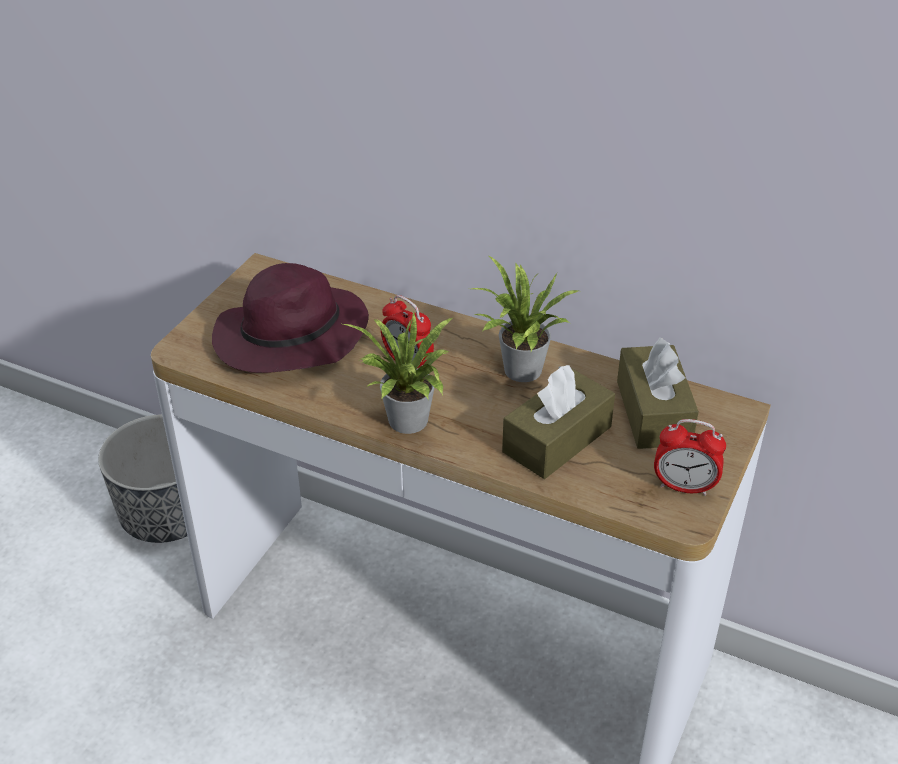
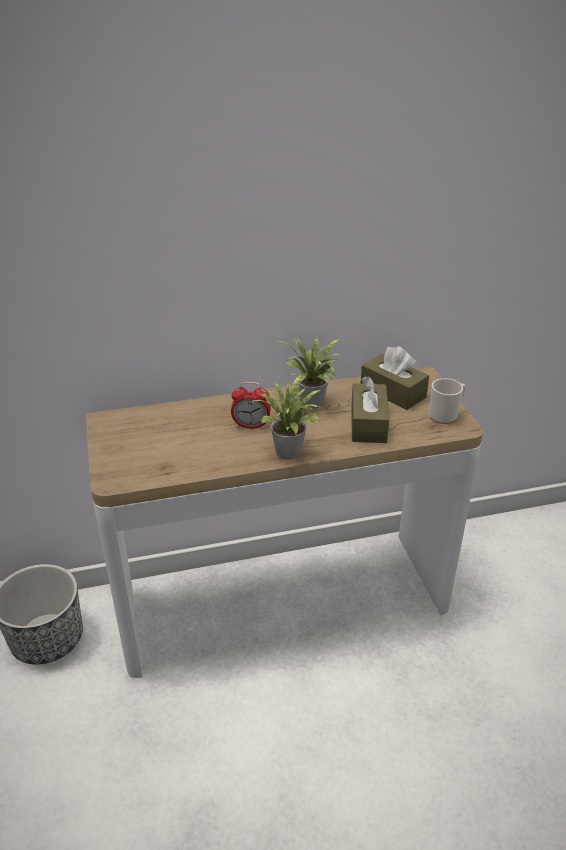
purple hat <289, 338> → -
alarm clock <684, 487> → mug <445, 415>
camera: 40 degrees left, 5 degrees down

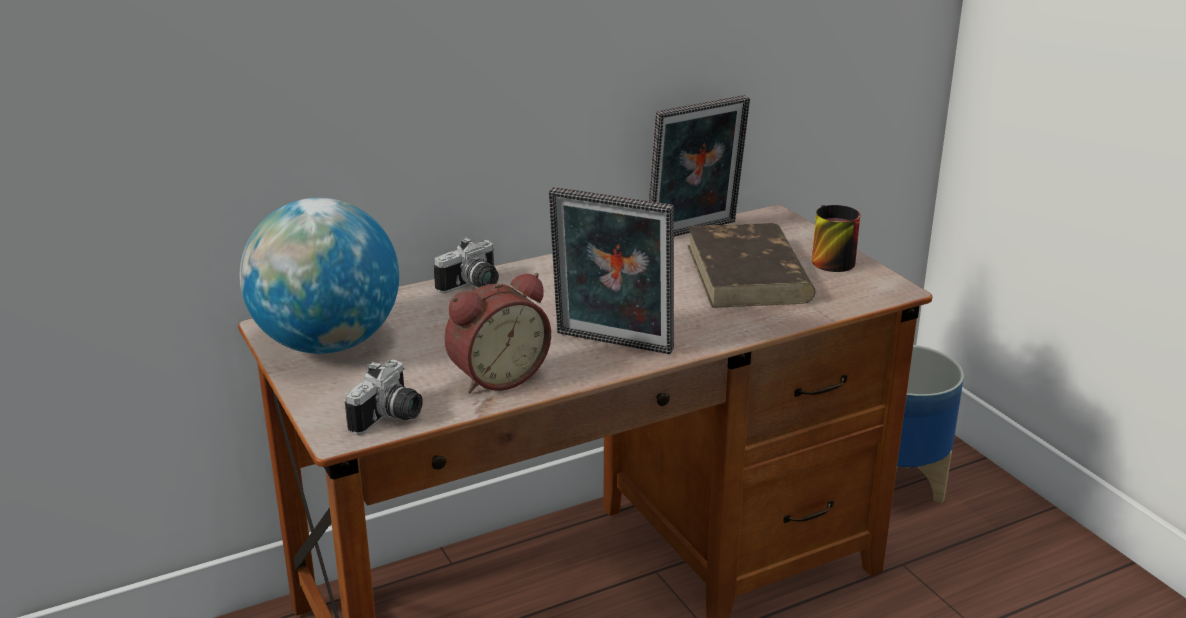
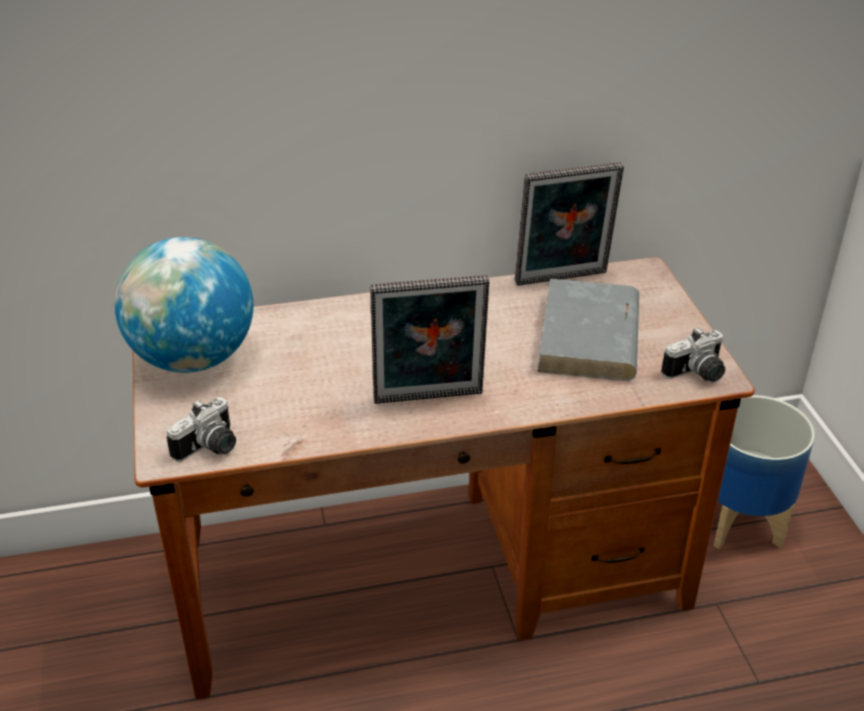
alarm clock <496, 376> → -
mug <826, 259> → -
photo camera <473, 286> → photo camera <697, 374>, shifted
brown book <748, 274> → grey book <589, 337>
picture frame <611, 345> → picture frame <429, 400>, 45 degrees counterclockwise
camera: 15 degrees right, 10 degrees up

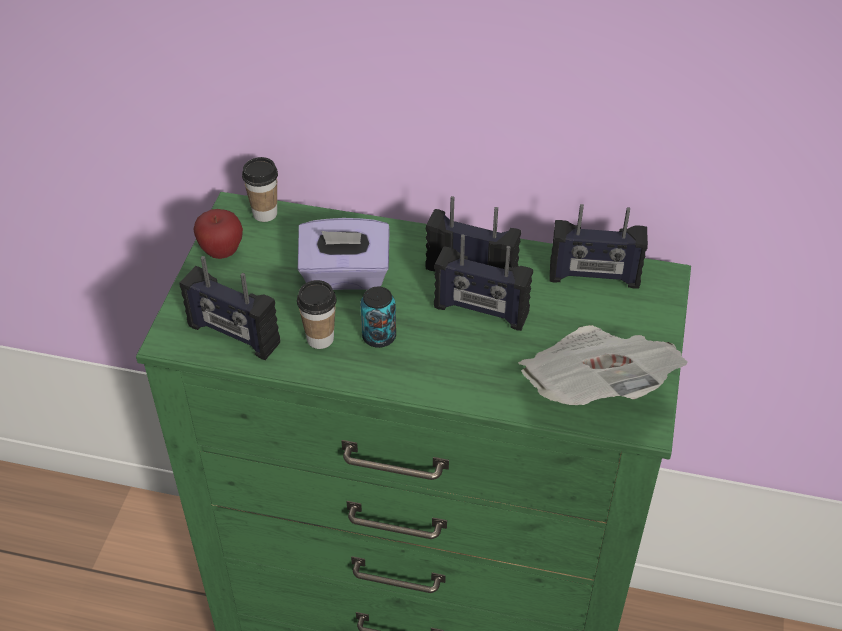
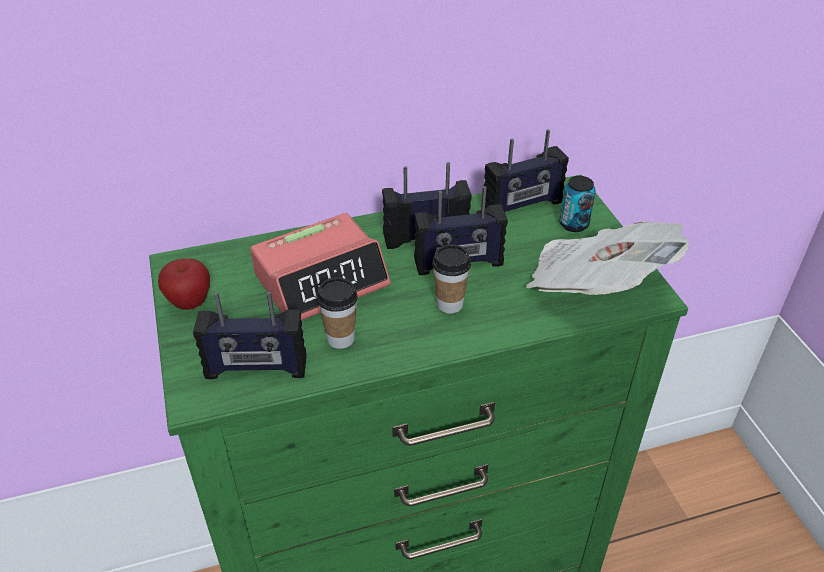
cup <265, 213> → cup <449, 304>, shifted
can <379, 336> → can <573, 224>, shifted
purple tissue box <345, 276> → alarm clock <322, 279>
camera: 30 degrees left, 5 degrees down

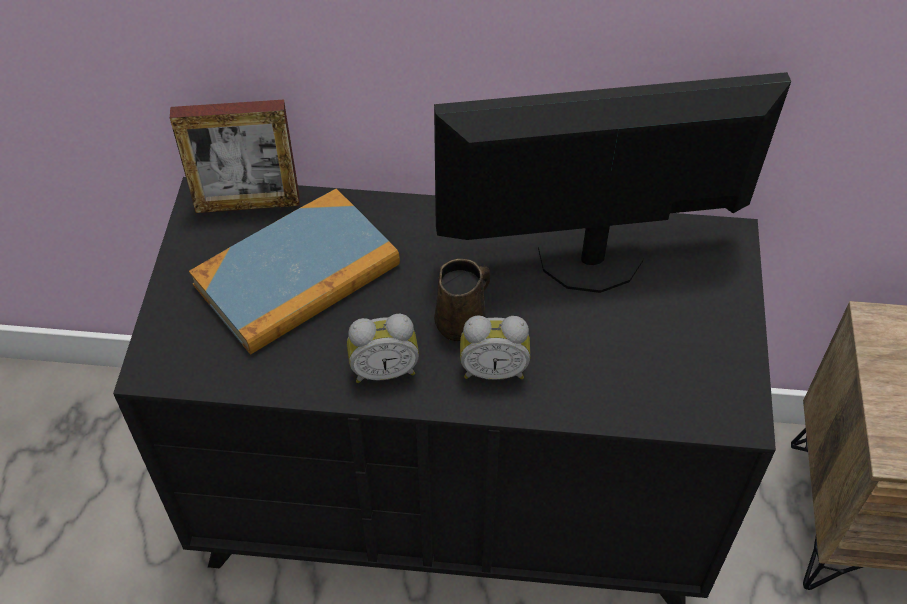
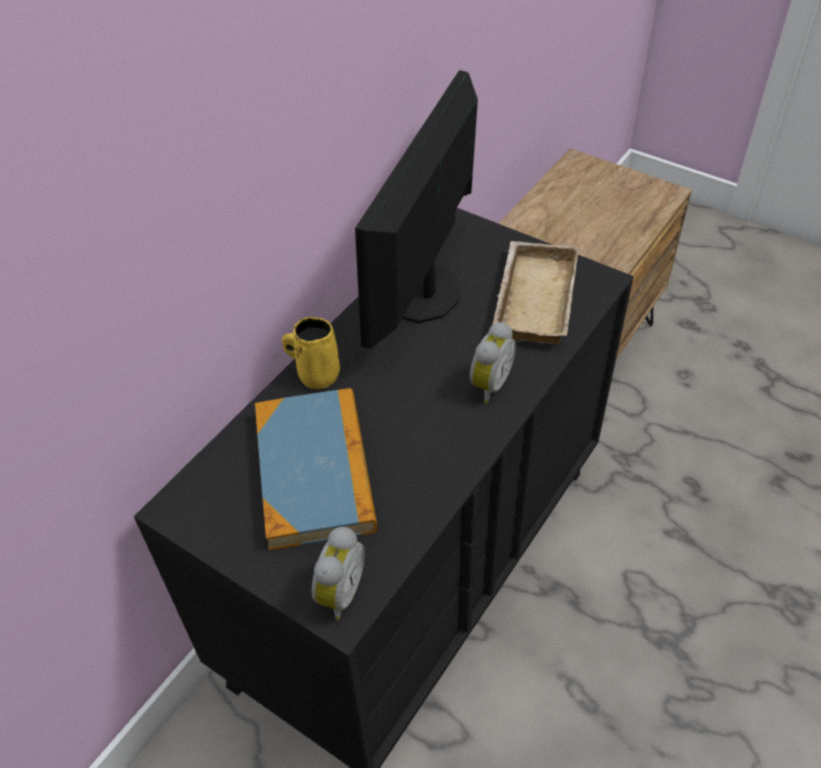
picture frame <247, 204> → -
brown mug <462, 322> → -
- → yellow mug <316, 374>
- → beige tray <531, 297>
alarm clock <384, 369> → alarm clock <338, 592>, shifted
camera: 60 degrees left, 5 degrees down

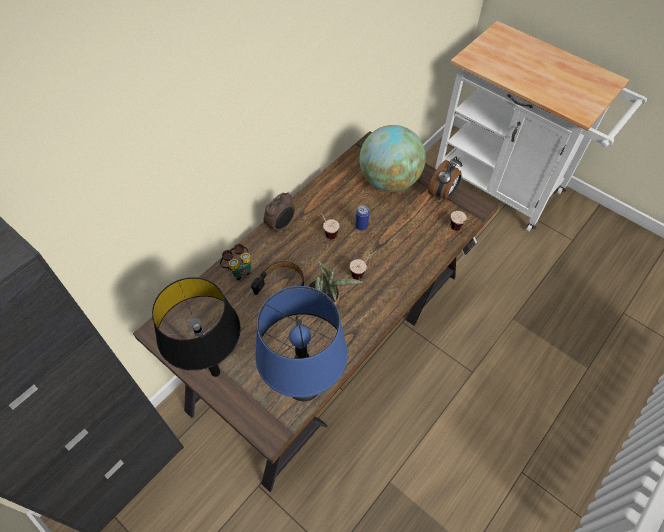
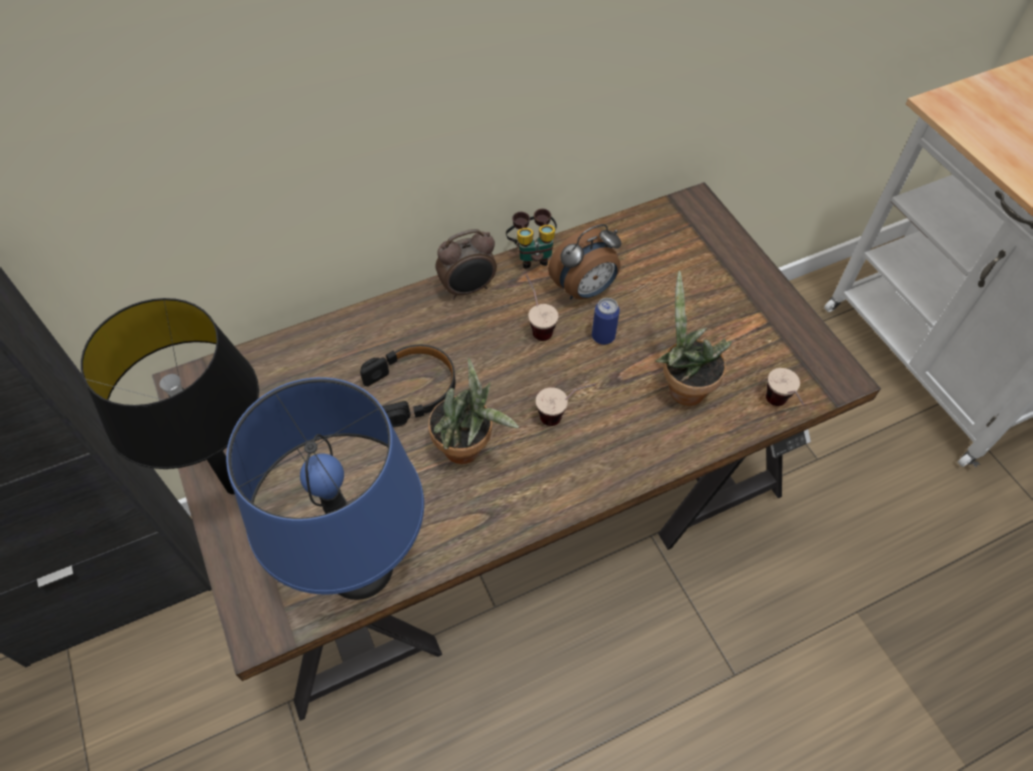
globe <389, 181> → -
- → potted plant <682, 387>
binoculars <239, 270> → binoculars <532, 255>, shifted
alarm clock <442, 193> → alarm clock <585, 290>, shifted
camera: 25 degrees right, 0 degrees up

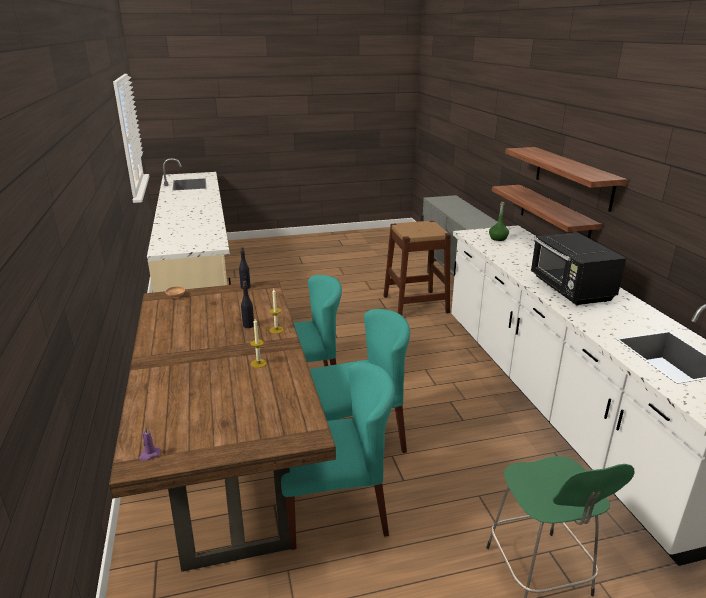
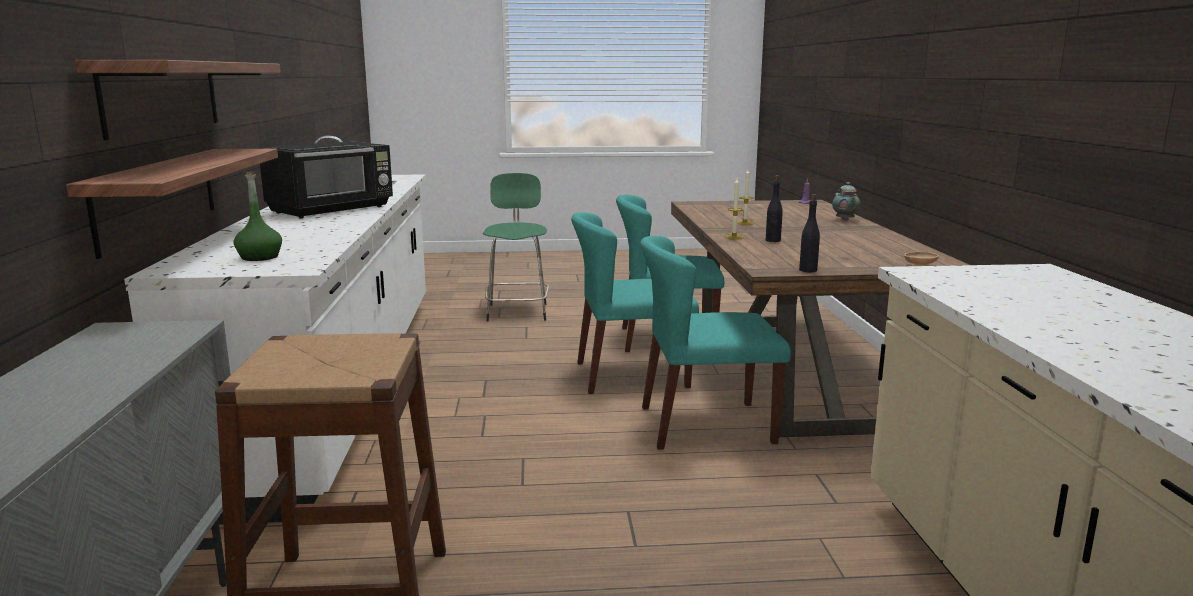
- → teapot <844, 220>
black microwave <570, 290> → black microwave <332, 210>, 45 degrees clockwise
camera: 170 degrees left, 10 degrees down

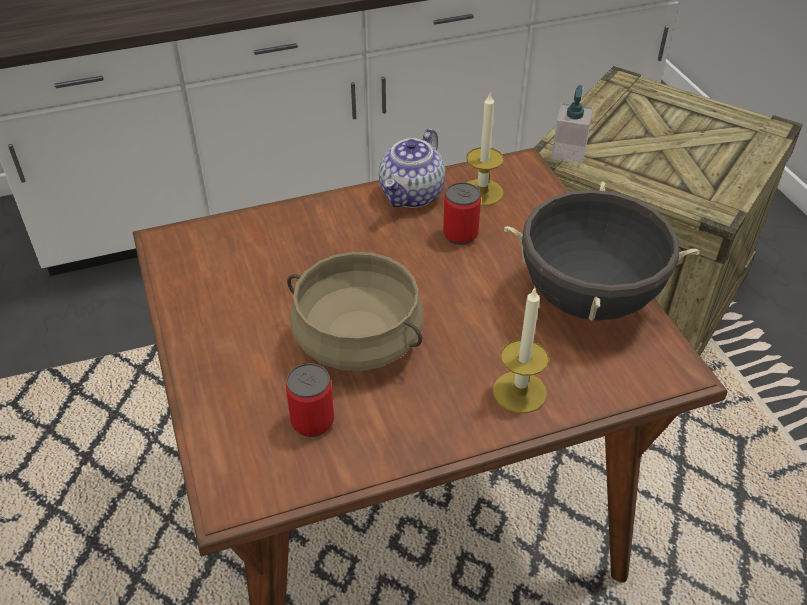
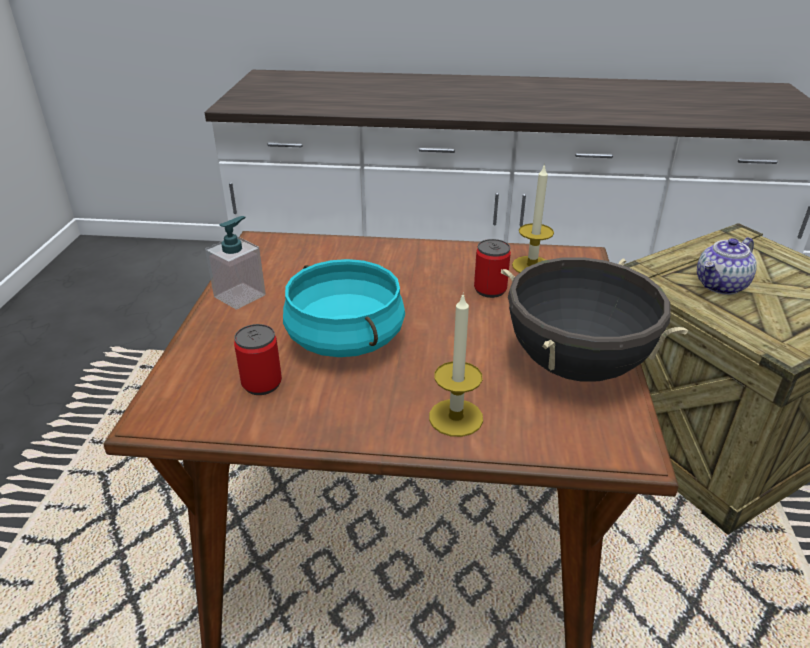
teapot <412, 195> → teapot <721, 286>, shifted
soap dispenser <568, 153> → soap dispenser <240, 296>, shifted
beige cooking pot <357, 340> → turquoise cooking pot <344, 339>
camera: 25 degrees right, 10 degrees down

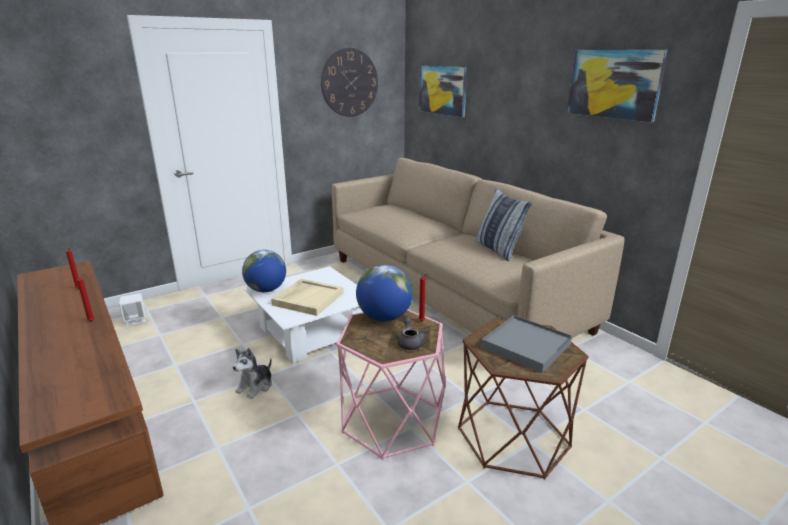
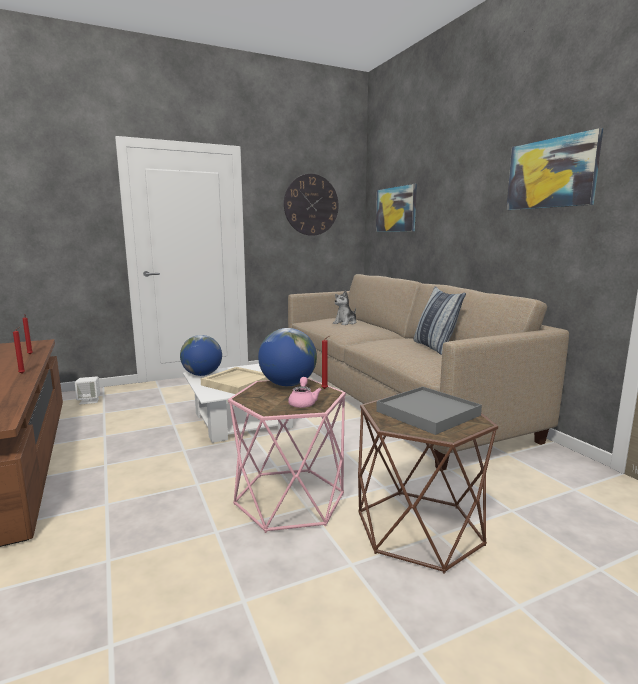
plush toy <256, 386> → plush toy <345, 323>, shifted
grey teapot <410, 342> → pink teapot <303, 403>
camera: 10 degrees right, 10 degrees down

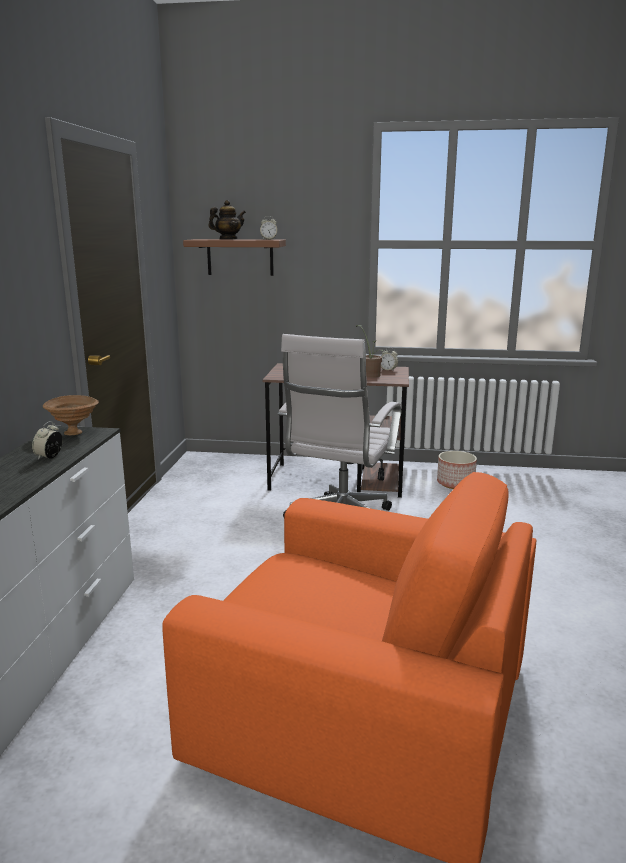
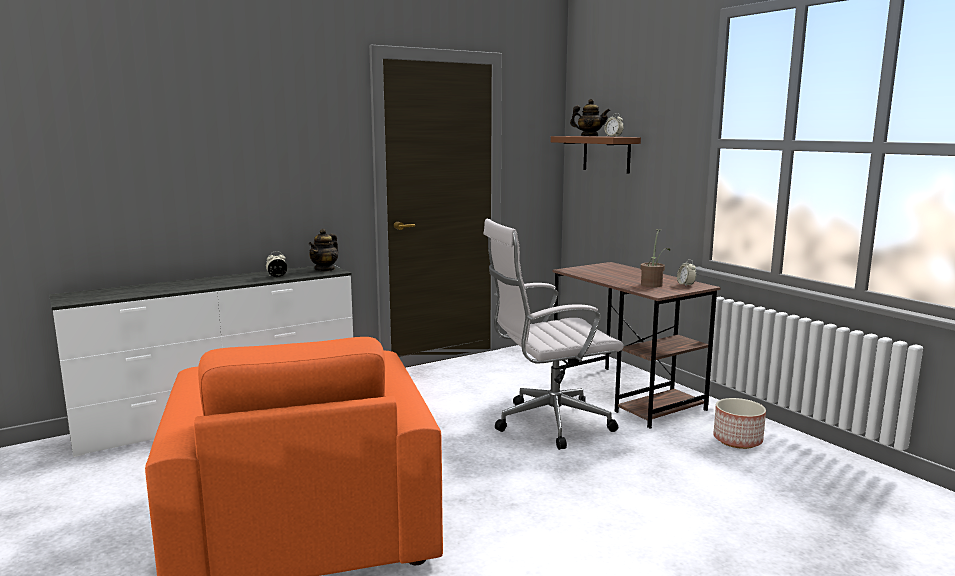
brown bowl <75, 433> → teapot <325, 269>
camera: 50 degrees right, 5 degrees down

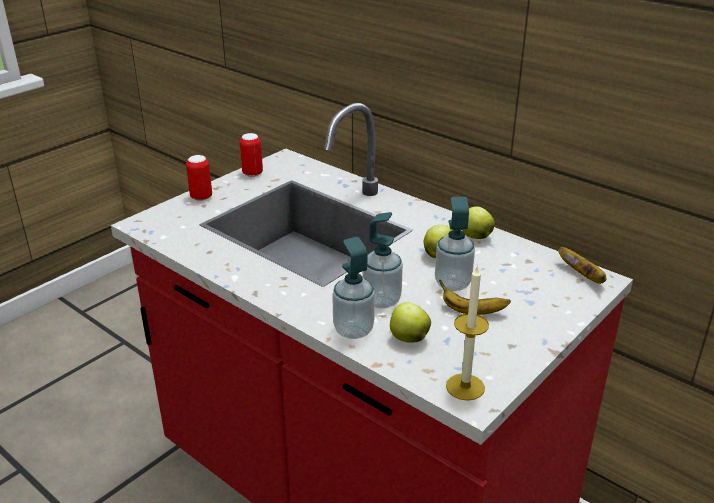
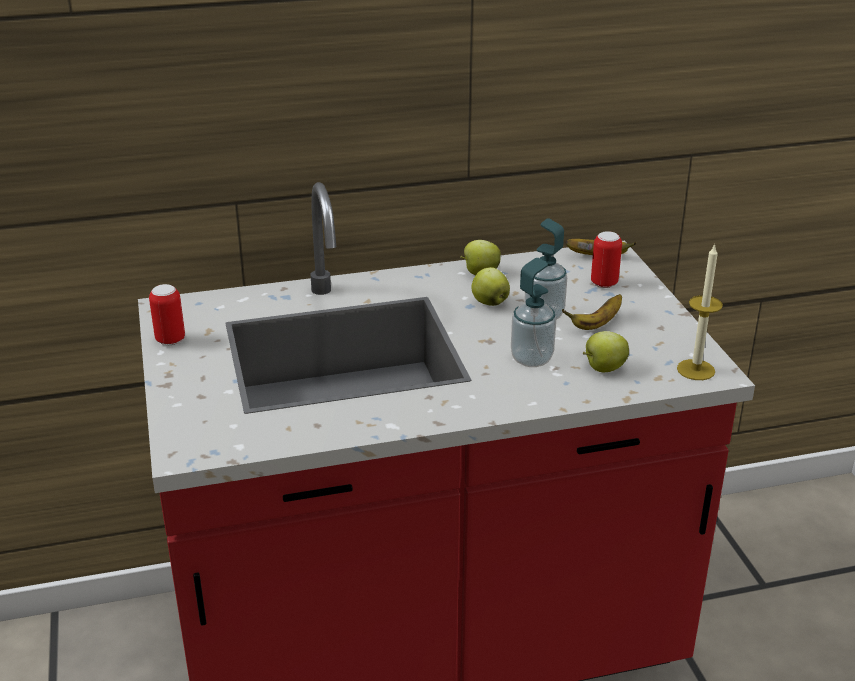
soap dispenser <353, 330> → -
can <201, 197> → can <604, 283>, shifted
camera: 55 degrees left, 0 degrees up

